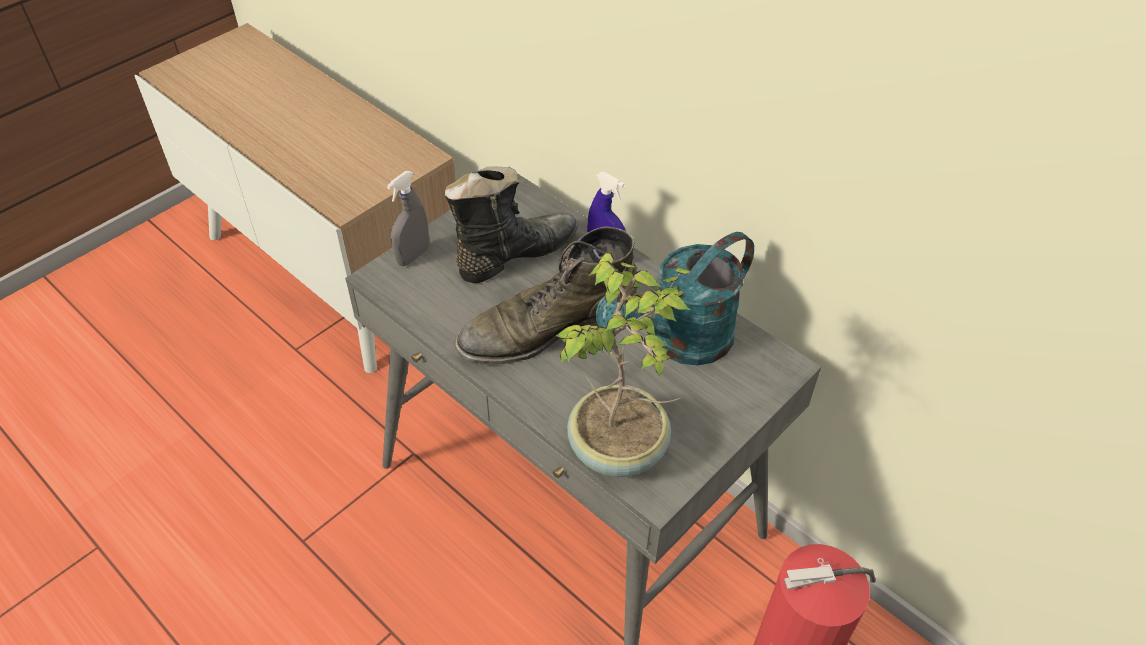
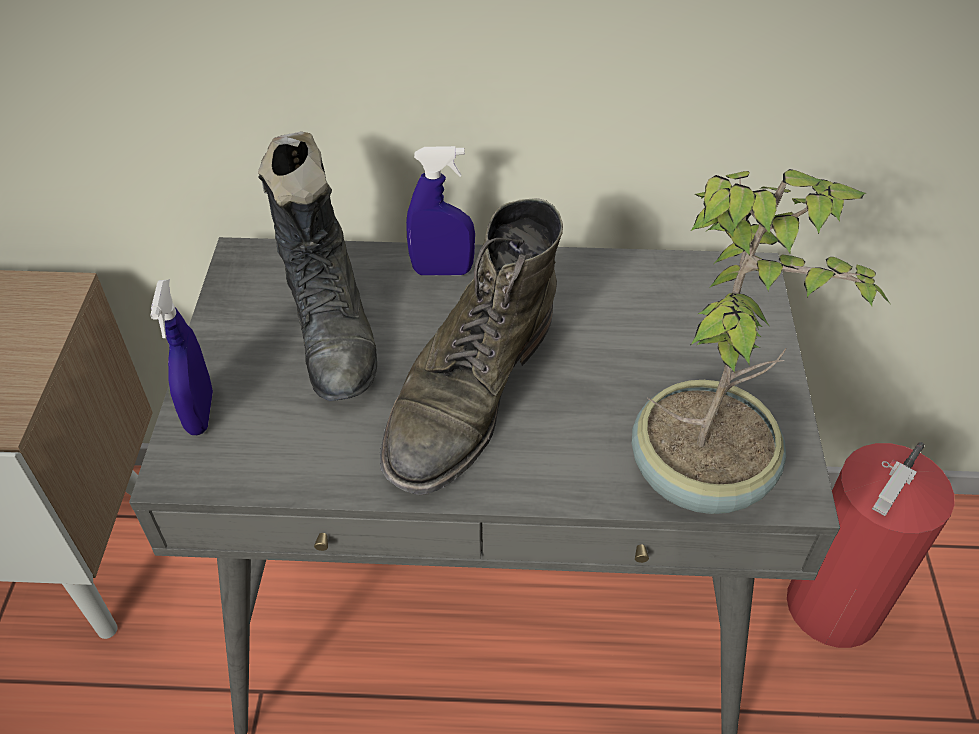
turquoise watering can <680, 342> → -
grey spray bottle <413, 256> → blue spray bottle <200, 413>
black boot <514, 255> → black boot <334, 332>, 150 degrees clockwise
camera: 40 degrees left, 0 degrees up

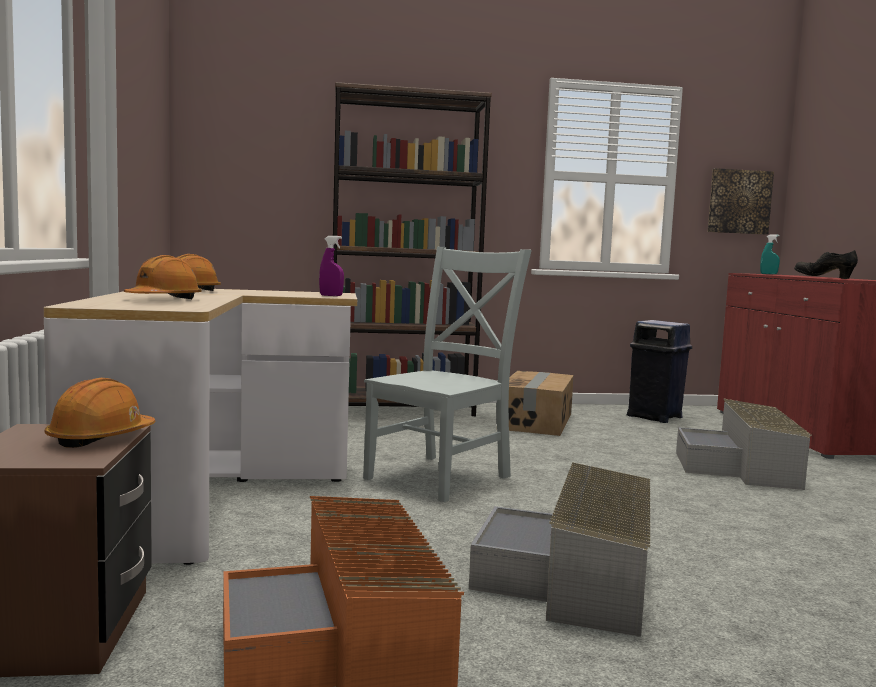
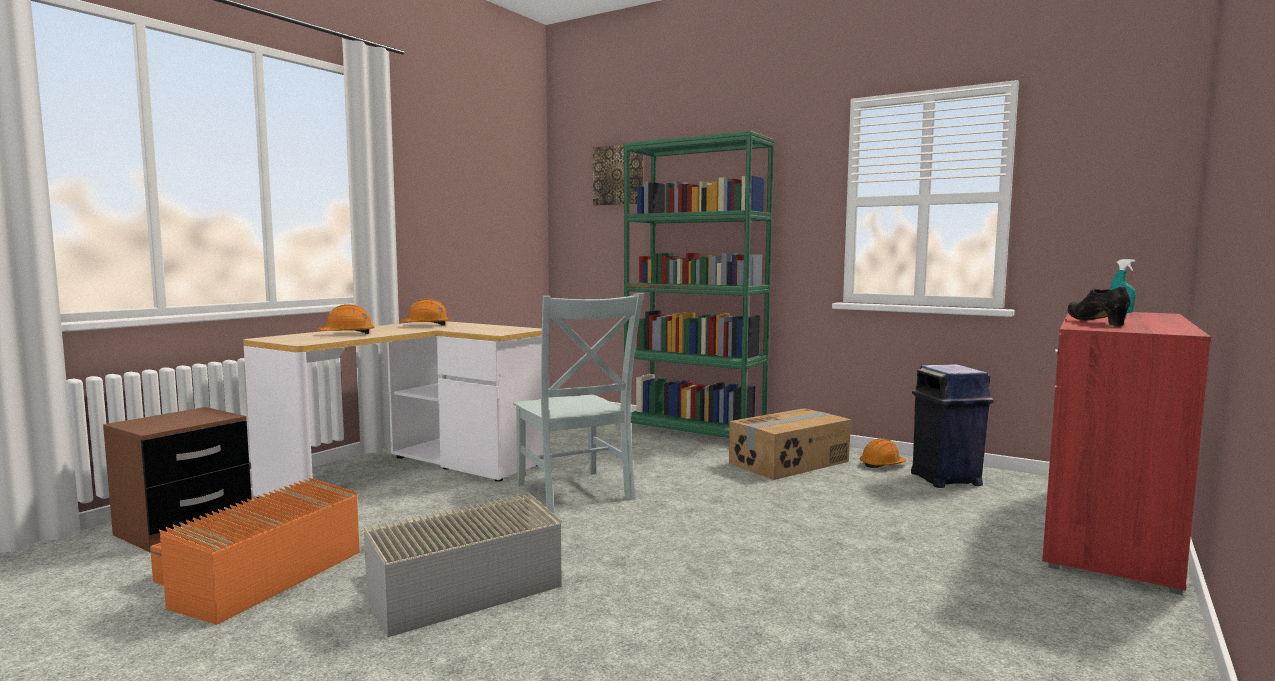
purple spray bottle <331, 295> → -
grey storage box <742, 467> → -
orange hard hat <101, 438> → orange hard hat <882, 465>, shifted
picture <739, 202> → picture <619, 175>, shifted
brown bookcase <401, 409> → green bookcase <694, 433>
grey chair <442, 476> → grey chair <575, 493>, 75 degrees clockwise
camera: 40 degrees right, 0 degrees up

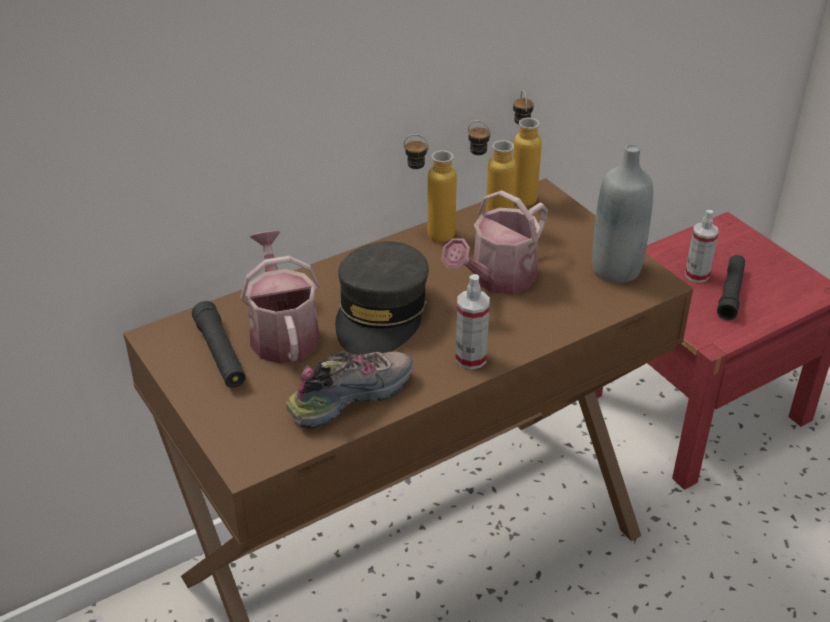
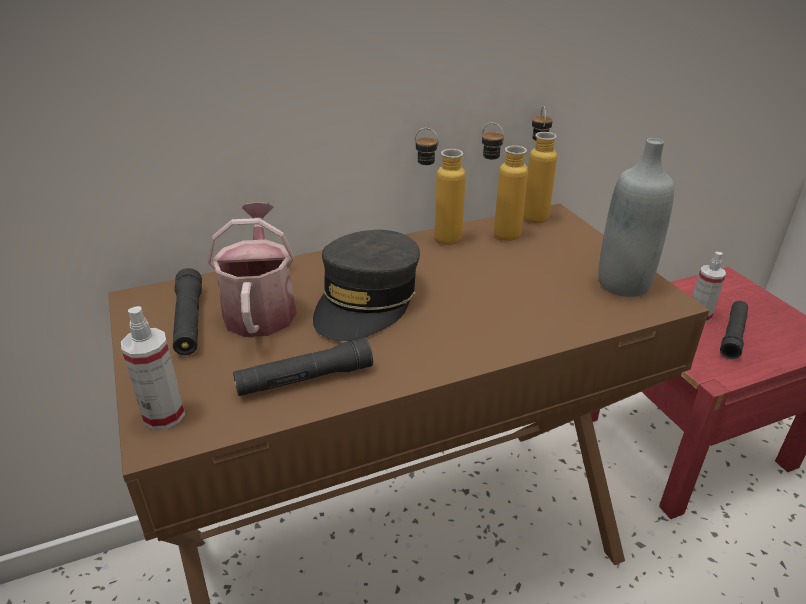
watering can <497, 279> → -
spray bottle <471, 358> → spray bottle <164, 415>, shifted
shoe <351, 396> → black flashlight <304, 379>
camera: 10 degrees right, 5 degrees down

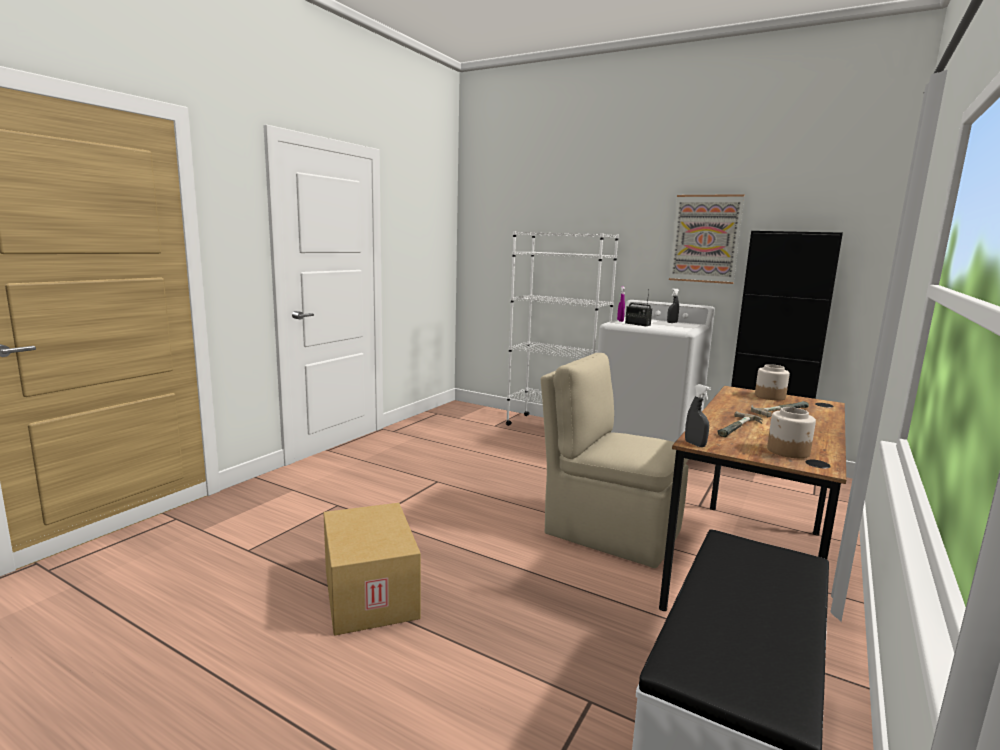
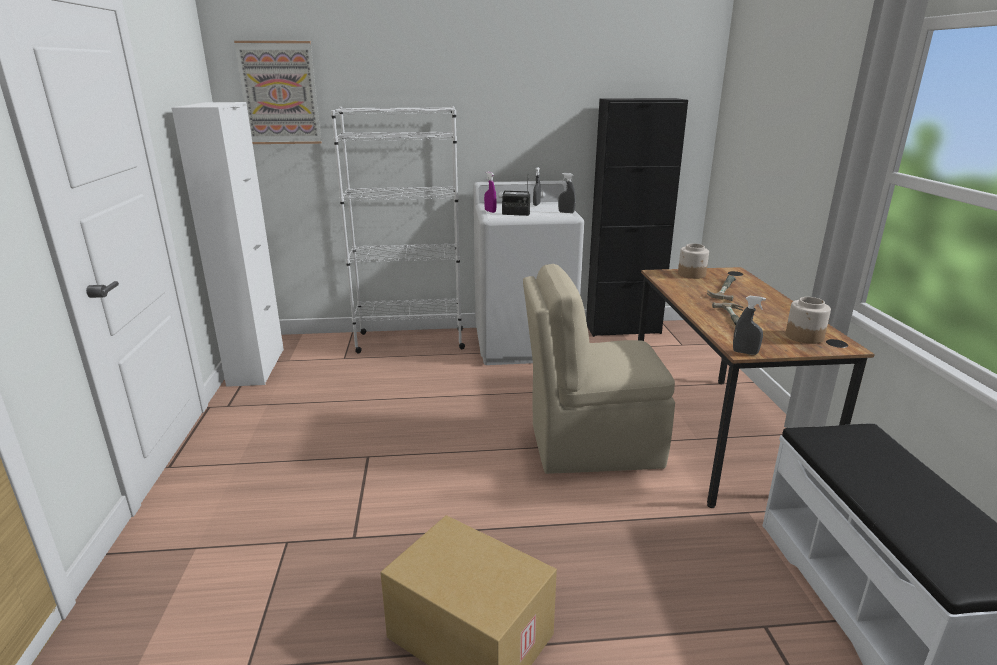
- → white cabinet <256, 367>
- → grey spray bottle <566, 212>
picture <705, 239> → picture <280, 93>, shifted
camera: 35 degrees left, 10 degrees up

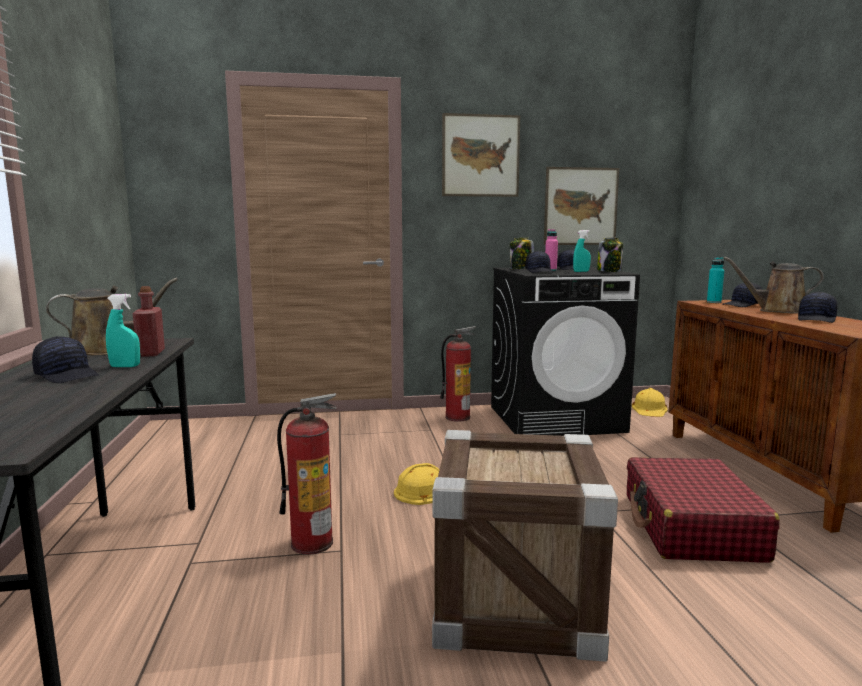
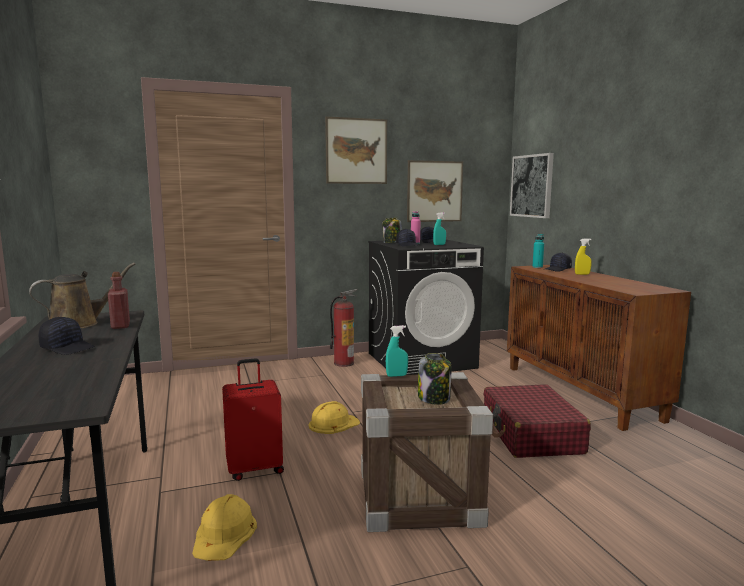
black cap <817, 319> → -
- → picture <532, 186>
turquoise spray bottle <125, 366> → turquoise spray bottle <396, 375>, shifted
jar <609, 271> → jar <434, 398>, shifted
yellow hard hat <650, 409> → yellow hard hat <225, 534>, shifted
fire extinguisher <312, 543> → red suitcase <255, 468>
brown watering can <777, 311> → yellow spray bottle <582, 274>
camera: 10 degrees left, 0 degrees up

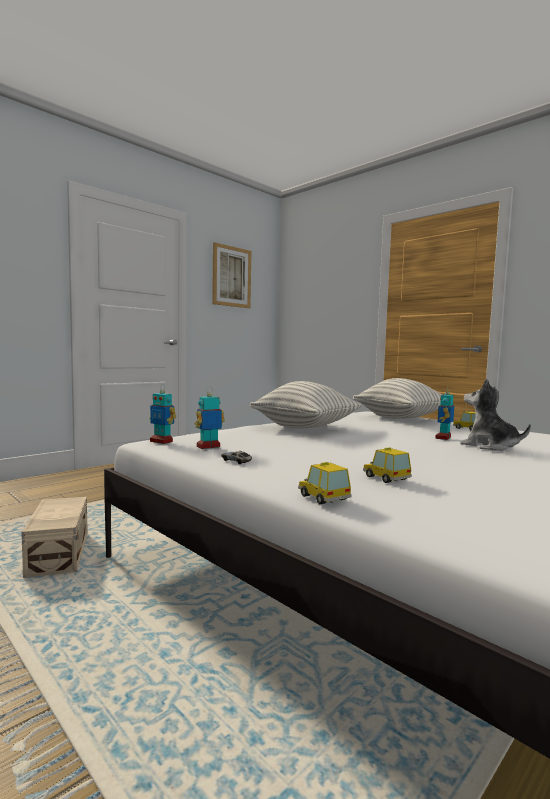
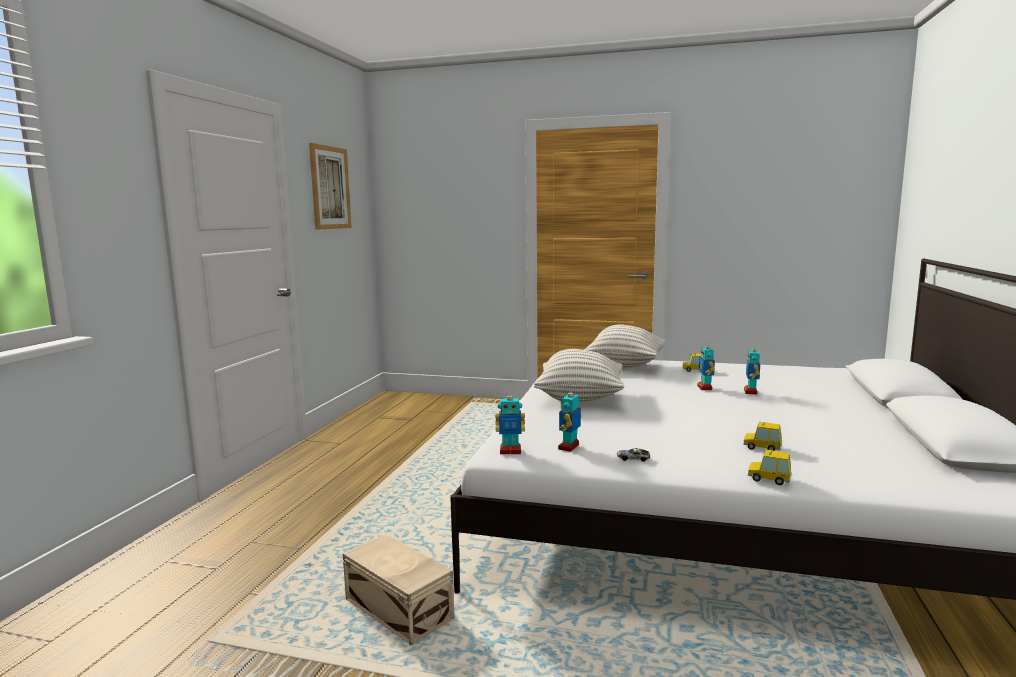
plush toy <489, 446> → toy robot <751, 392>
camera: 30 degrees left, 5 degrees up

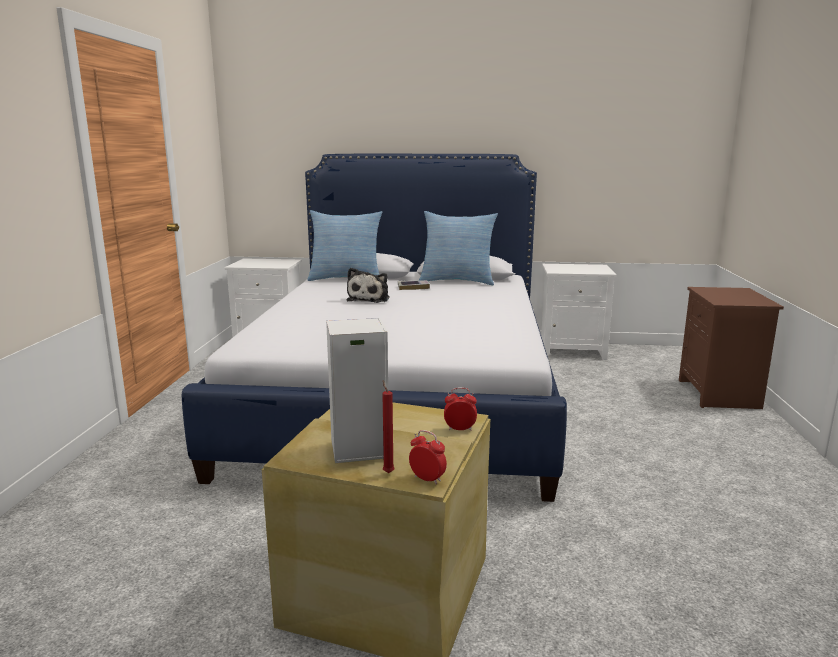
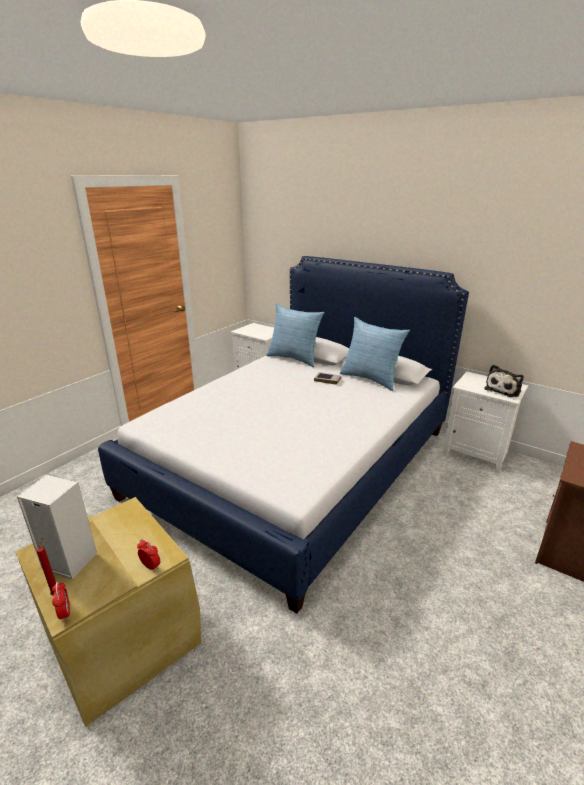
plush toy <370, 299> → plush toy <504, 390>, shifted
camera: 30 degrees right, 10 degrees up

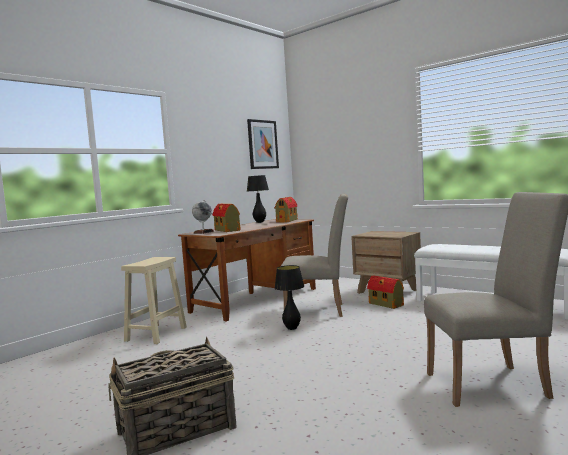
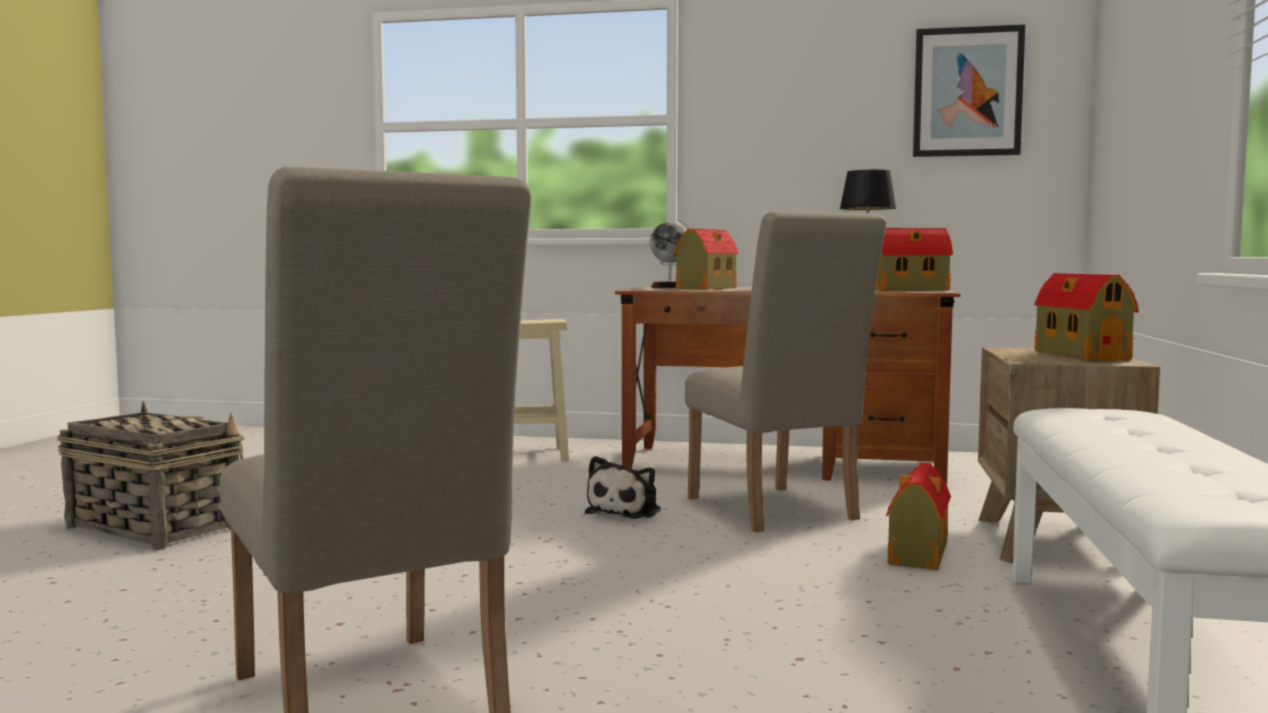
- → toy house <1080, 355>
black table lamp <292, 328> → plush toy <626, 511>
camera: 60 degrees right, 0 degrees up

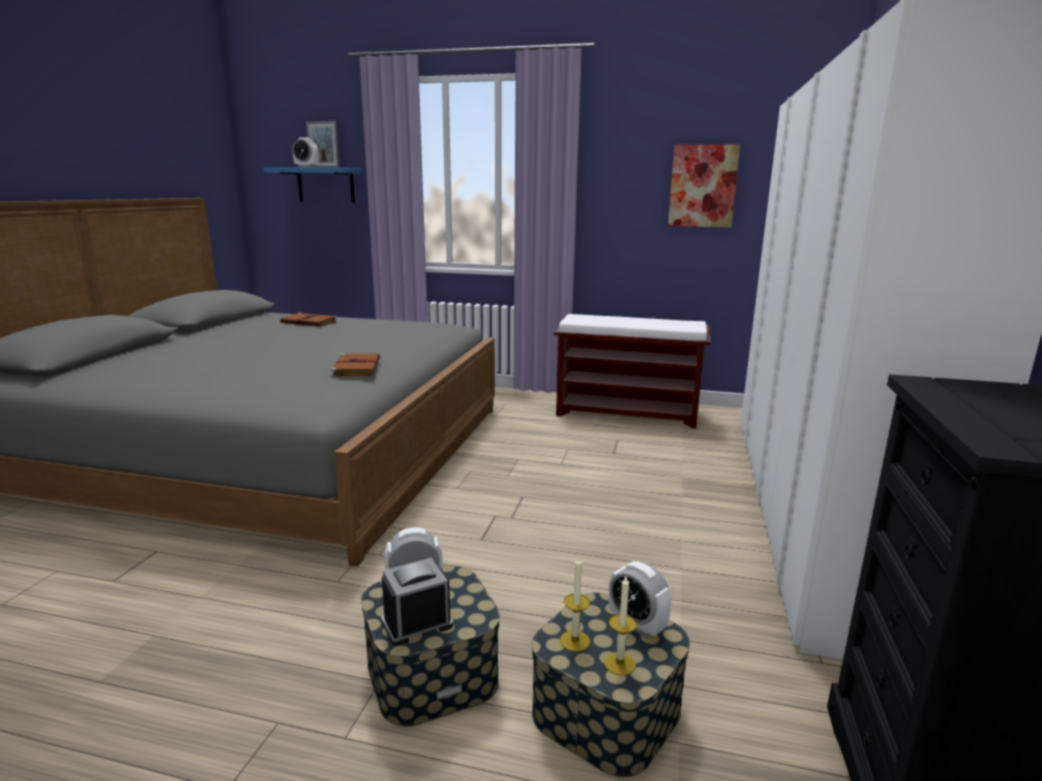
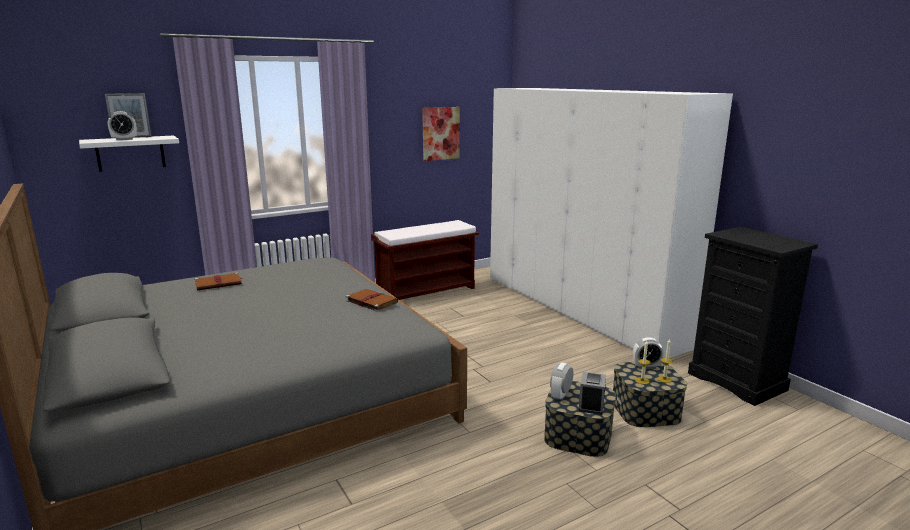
blue shelf <326, 185> → white shelf <130, 153>
camera: 45 degrees left, 0 degrees up

